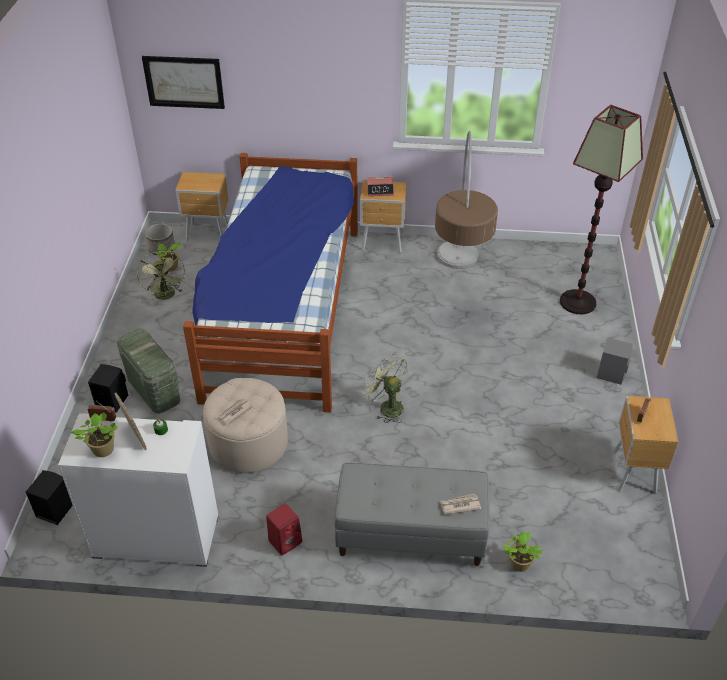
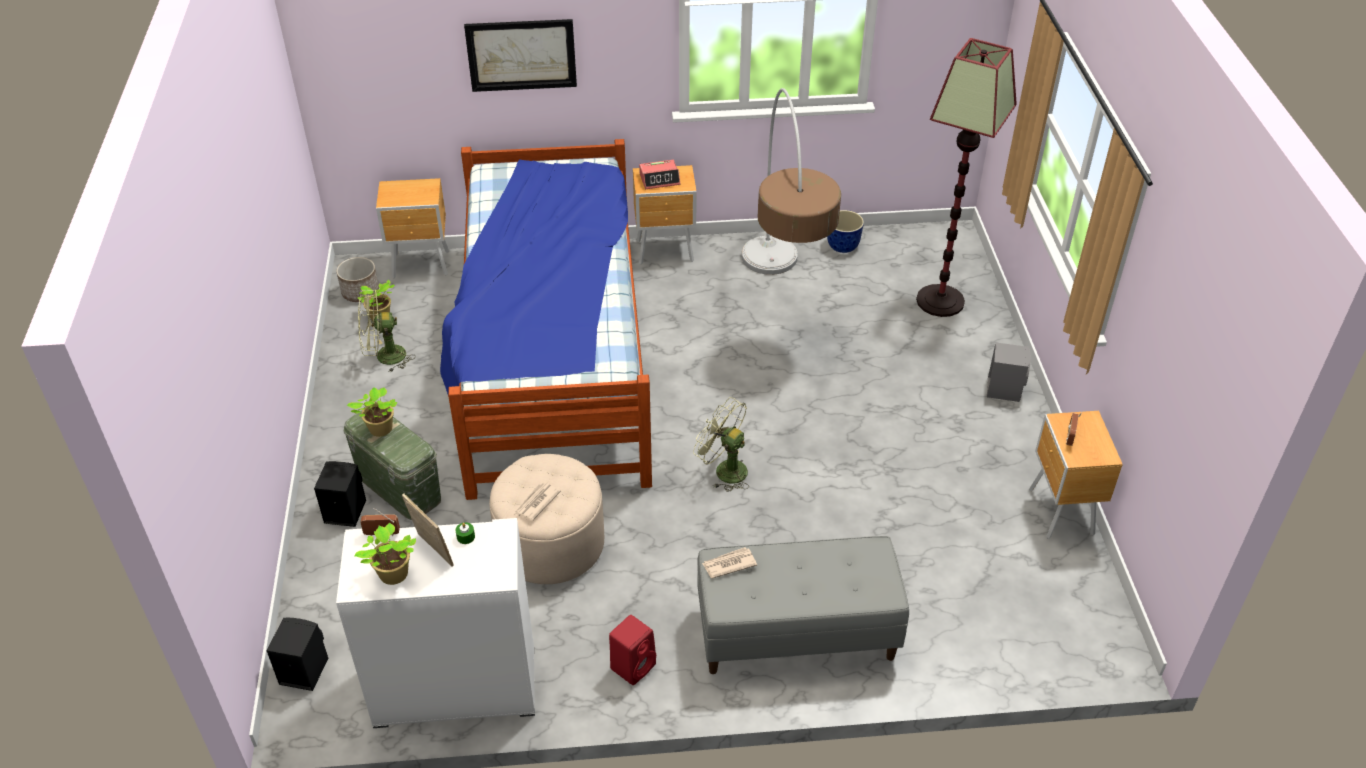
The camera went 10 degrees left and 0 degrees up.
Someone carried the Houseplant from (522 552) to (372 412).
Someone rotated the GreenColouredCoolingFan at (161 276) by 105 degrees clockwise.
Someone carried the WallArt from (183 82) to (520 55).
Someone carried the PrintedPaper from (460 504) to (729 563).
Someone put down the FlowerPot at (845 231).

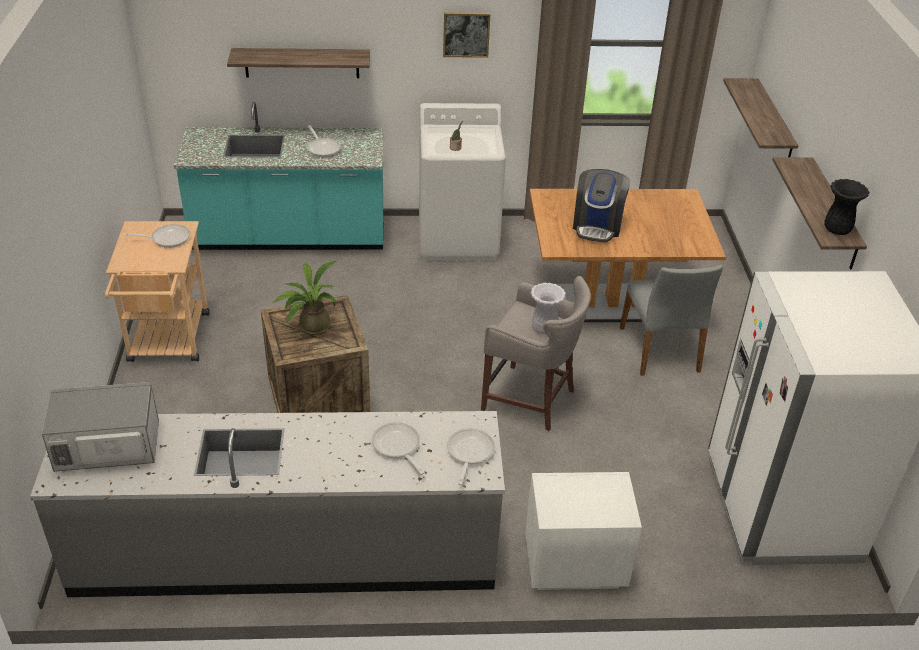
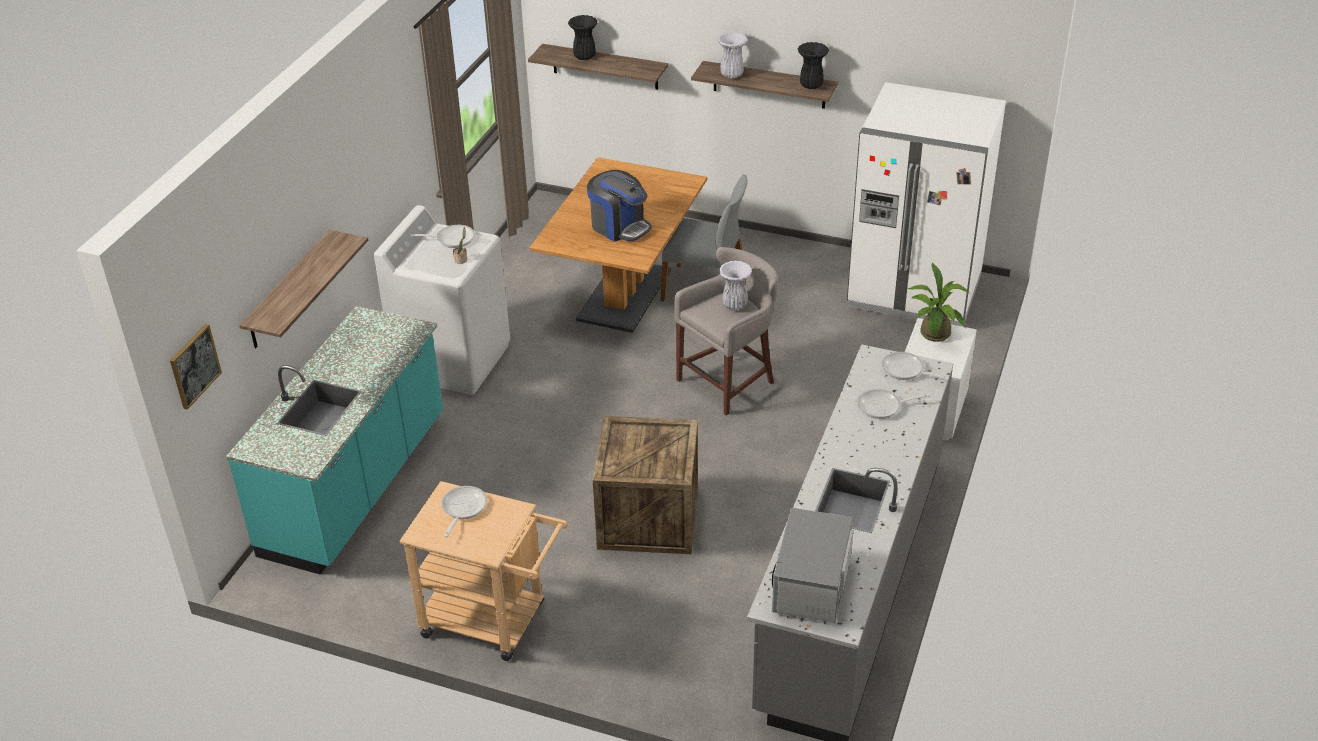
The camera went 65 degrees left and 0 degrees up.
Someone carried the WallArt from (466 35) to (196 367).
Someone carried the Pan from (324 141) to (442 236).
Someone put down the BlackVase at (583 37).
Someone put down the WhitishVase at (732 55).
Someone carried the Houseplant from (304 298) to (939 302).

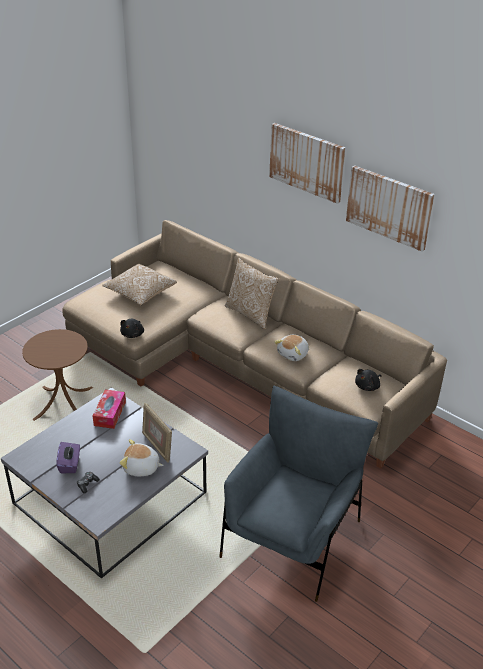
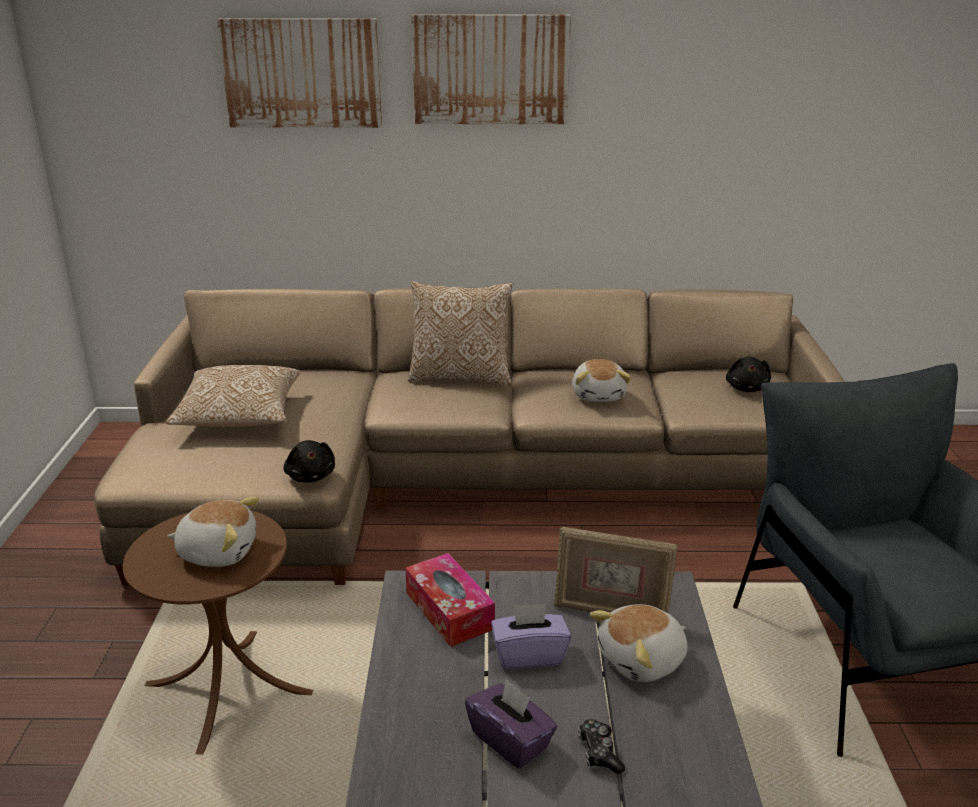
The camera went 40 degrees left and 10 degrees down.
Someone put down the CuddlyToy at (213 532).
Someone carried the WallArt from (390 208) to (299 73).
Someone put down the PurpleColouredBoxOfTissues at (531 636).

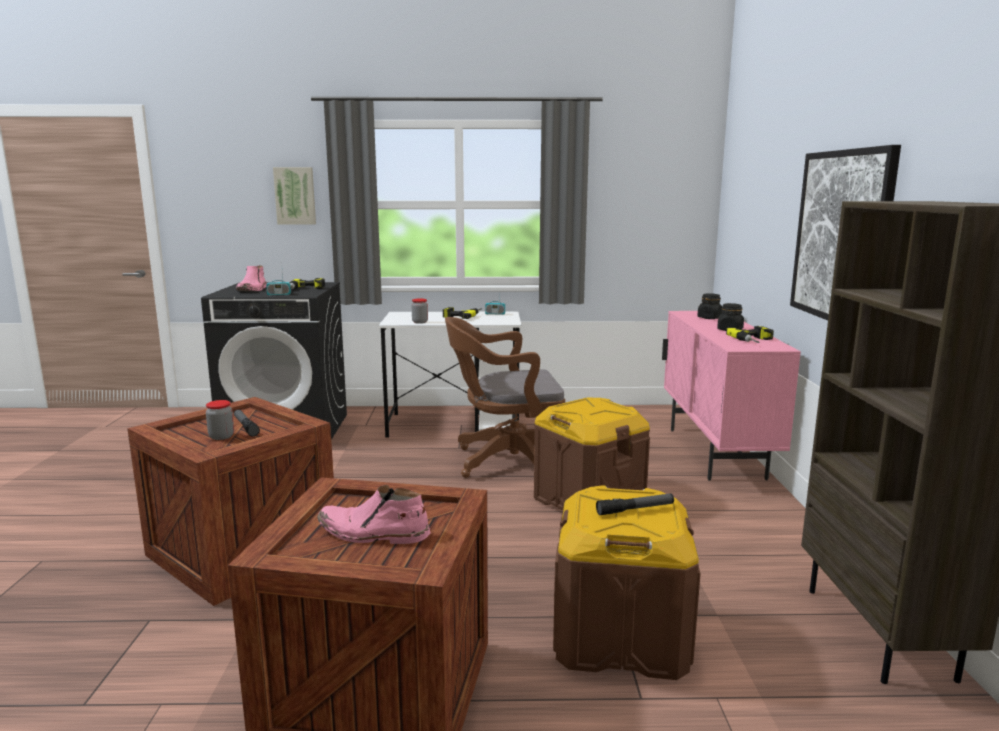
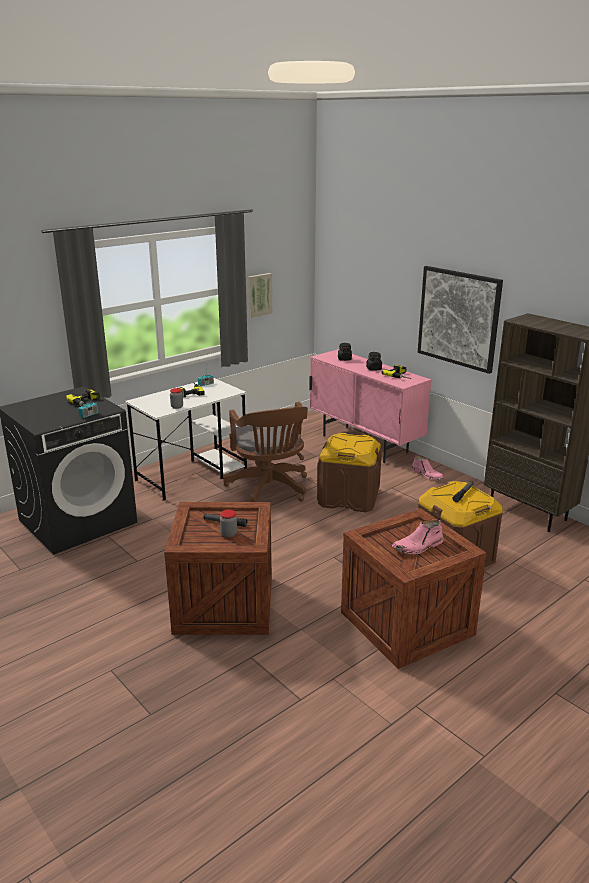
The camera went 40 degrees left and 10 degrees up.
Someone rotated the BrownColouredDeskChair at (505 397) by 60 degrees counterclockwise.
Someone carried the WallArt from (294 196) to (260 295).
Someone carried the PinkBoot from (251 278) to (427 467).

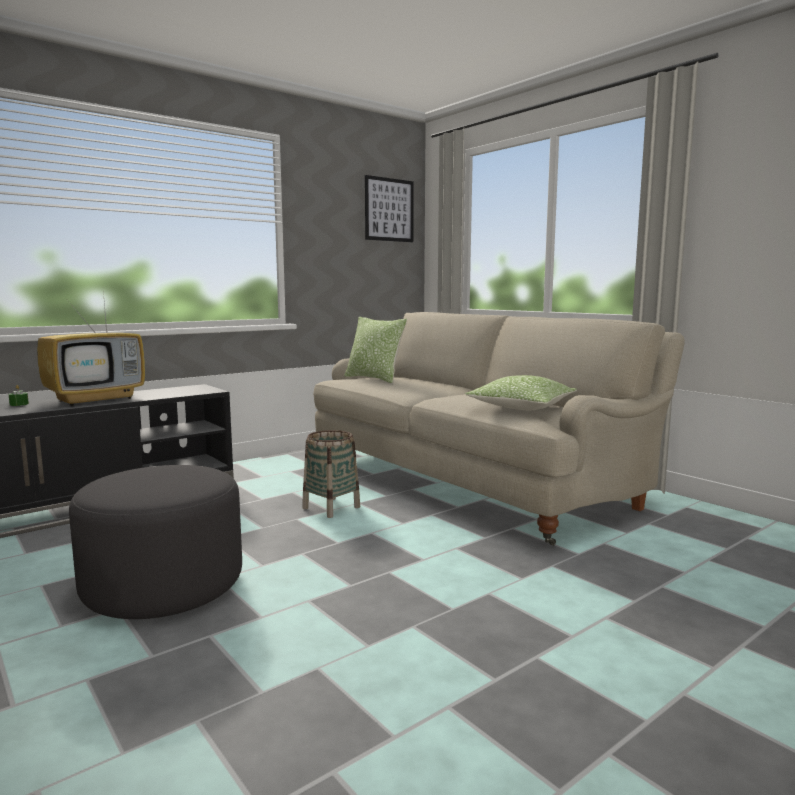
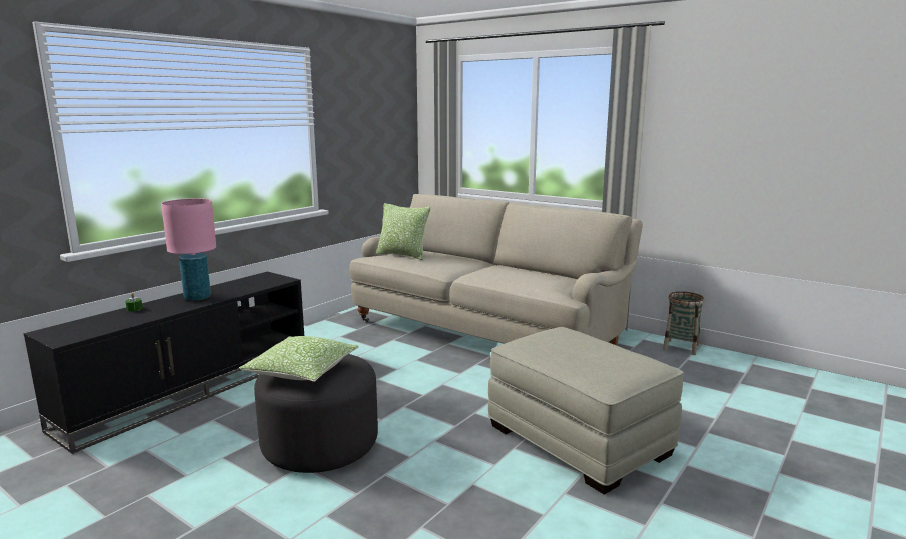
The camera went 15 degrees left and 5 degrees up.
Someone swapped the TvSet at (91 348) for the PinkLampForATable at (188 249).
Someone carried the Cushion from (521 392) to (299 359).
Someone put down the BeigeColouredFootrest at (586 411).
Someone carried the StorageBasket from (331 474) to (683 323).
Someone took away the WallArt at (389 208).

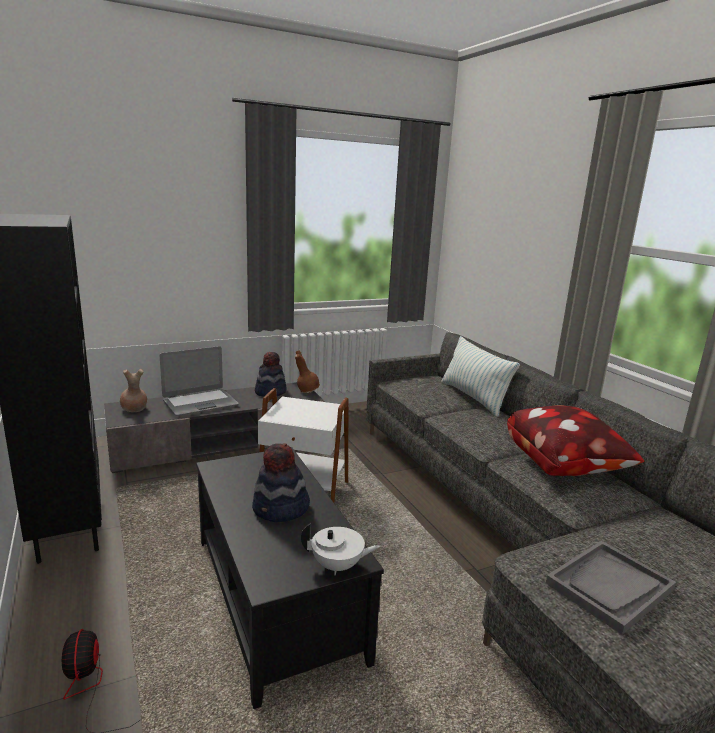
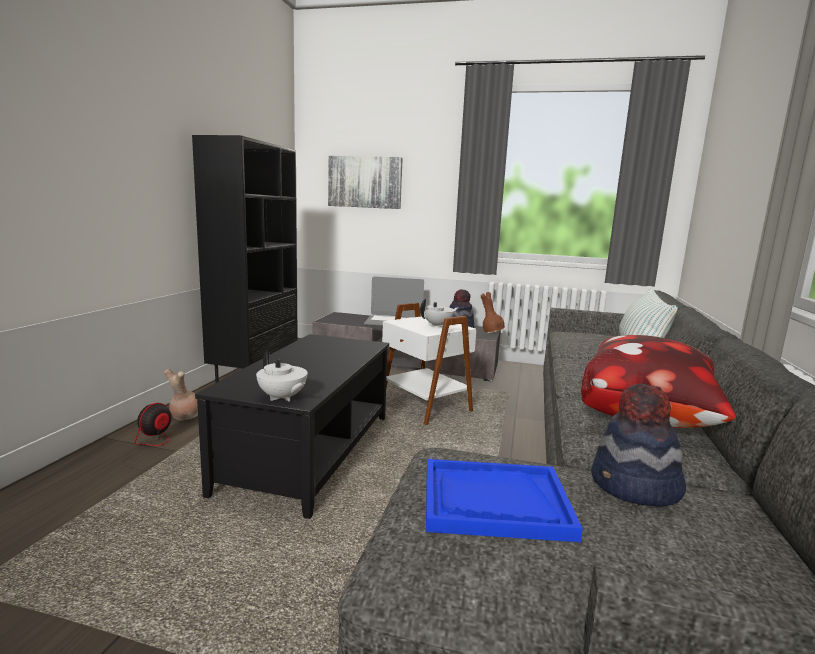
The camera went 40 degrees right and 5 degrees down.
Someone carried the BrownColouredVase from (133 390) to (181 394).
Someone put up the WallArt at (365 182).
Someone put down the WhitishPotForTea at (439 313).
Someone repainted the GrayTray at (611 587), which became the BluishTray at (504 500).
Someone carried the ClothingHat from (281 482) to (638 445).

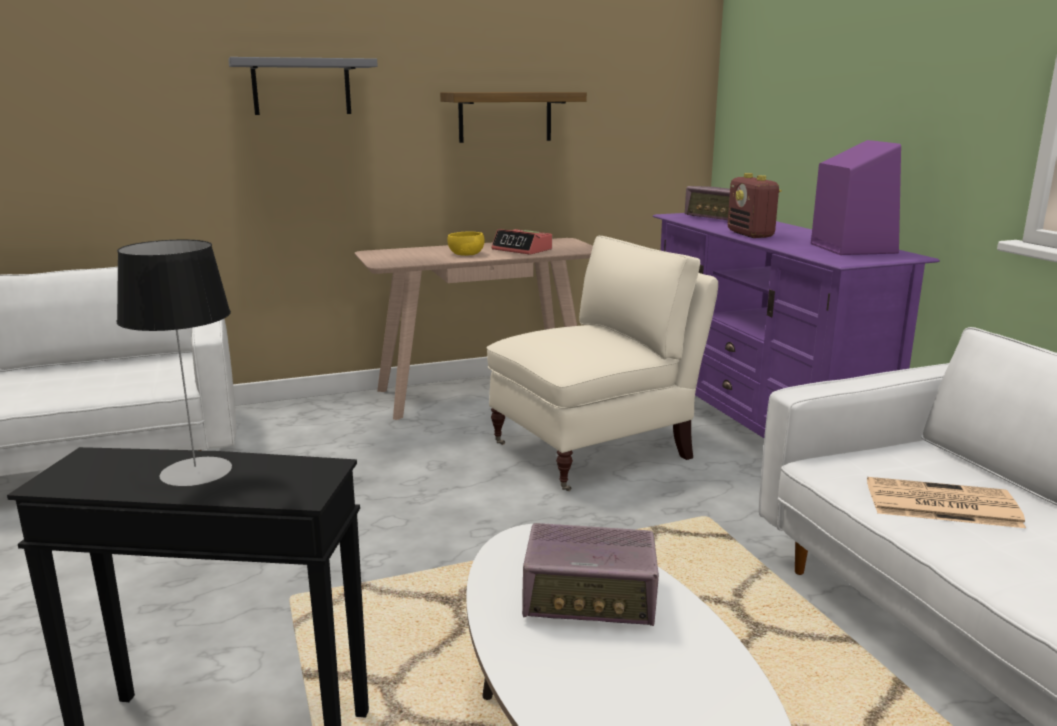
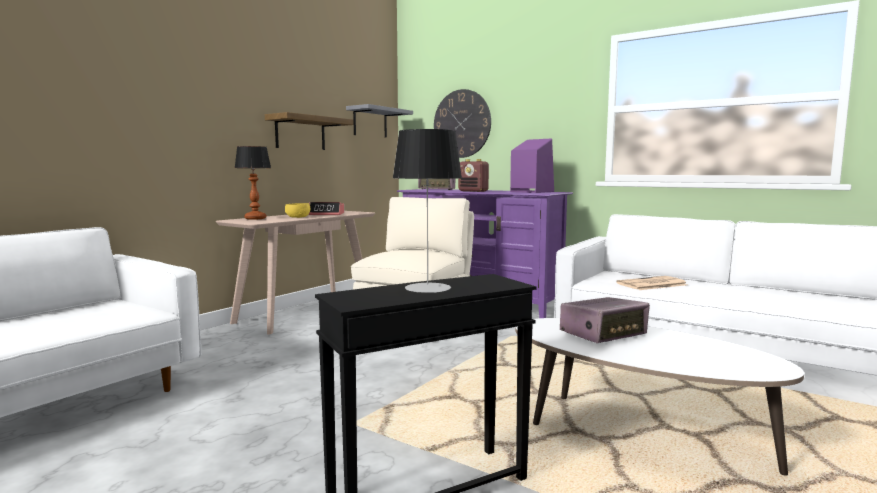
The camera went 35 degrees left and 10 degrees down.
Someone put down the LampForATable at (253 183).
Someone carried the GrayWallShelf from (303 86) to (379 121).
Someone put up the HangingClock at (462 123).

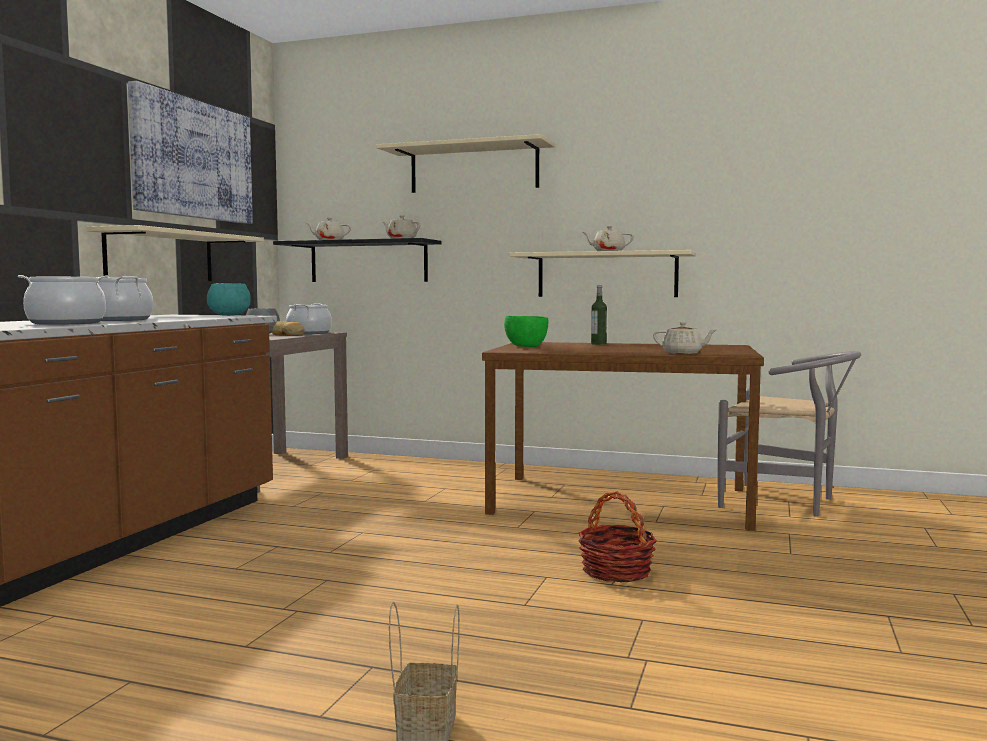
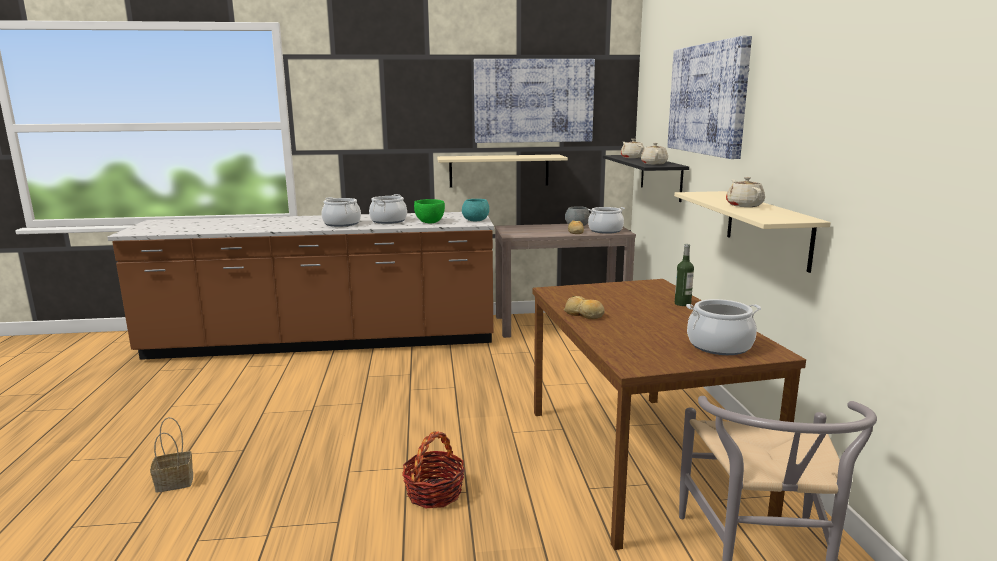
The camera went 65 degrees right and 10 degrees up.
Someone carried the GreenColouredBowl from (526 331) to (429 211).
Someone put down the BakedBread at (584 307).
Someone swapped the BeigeColouredWallShelf at (465 163) for the WallArt at (709 97).
Someone put down the Stockpot at (723 327).
Someone took away the BeigeColouredPotForTea at (685 338).

